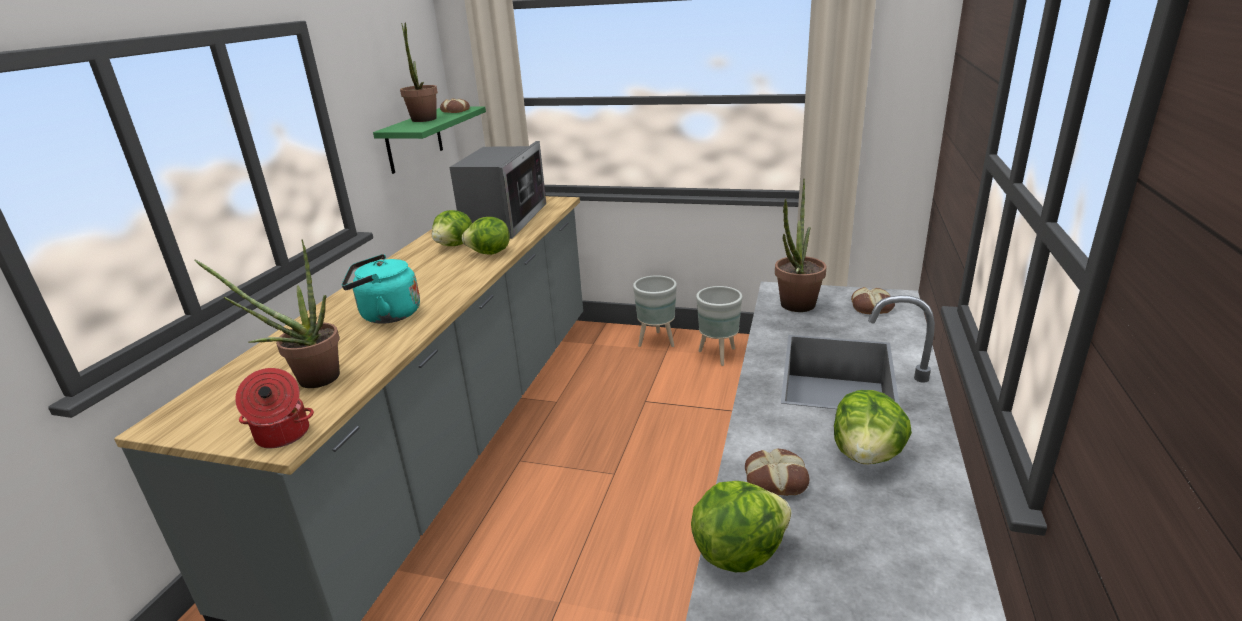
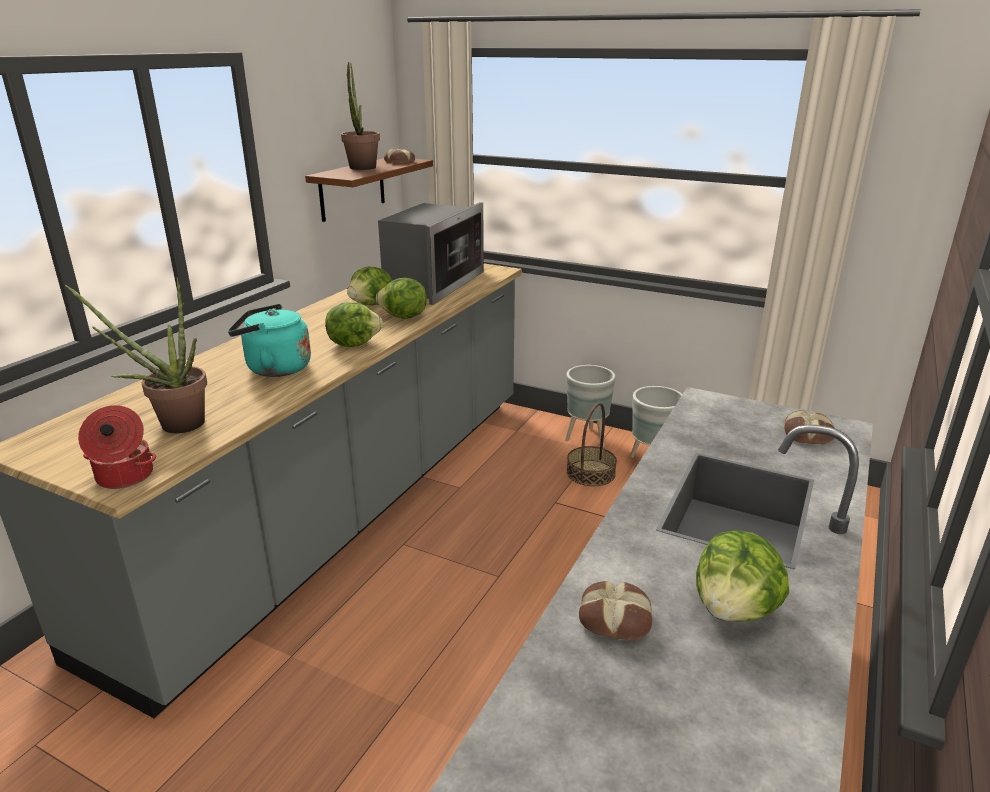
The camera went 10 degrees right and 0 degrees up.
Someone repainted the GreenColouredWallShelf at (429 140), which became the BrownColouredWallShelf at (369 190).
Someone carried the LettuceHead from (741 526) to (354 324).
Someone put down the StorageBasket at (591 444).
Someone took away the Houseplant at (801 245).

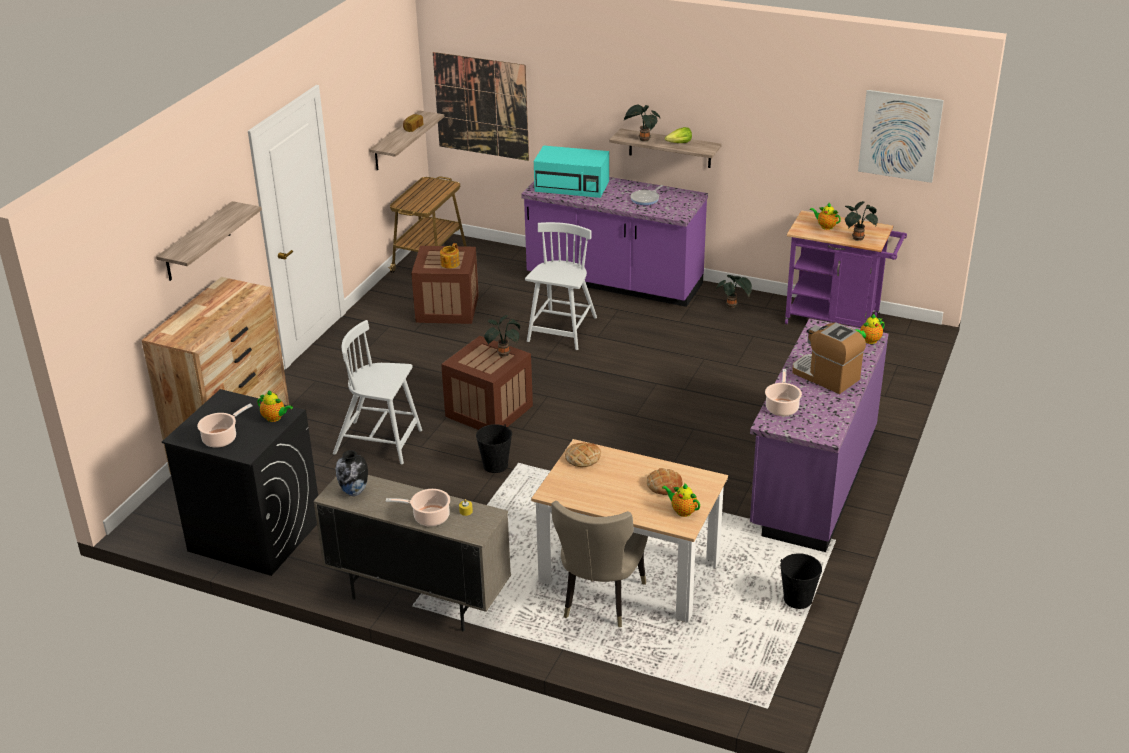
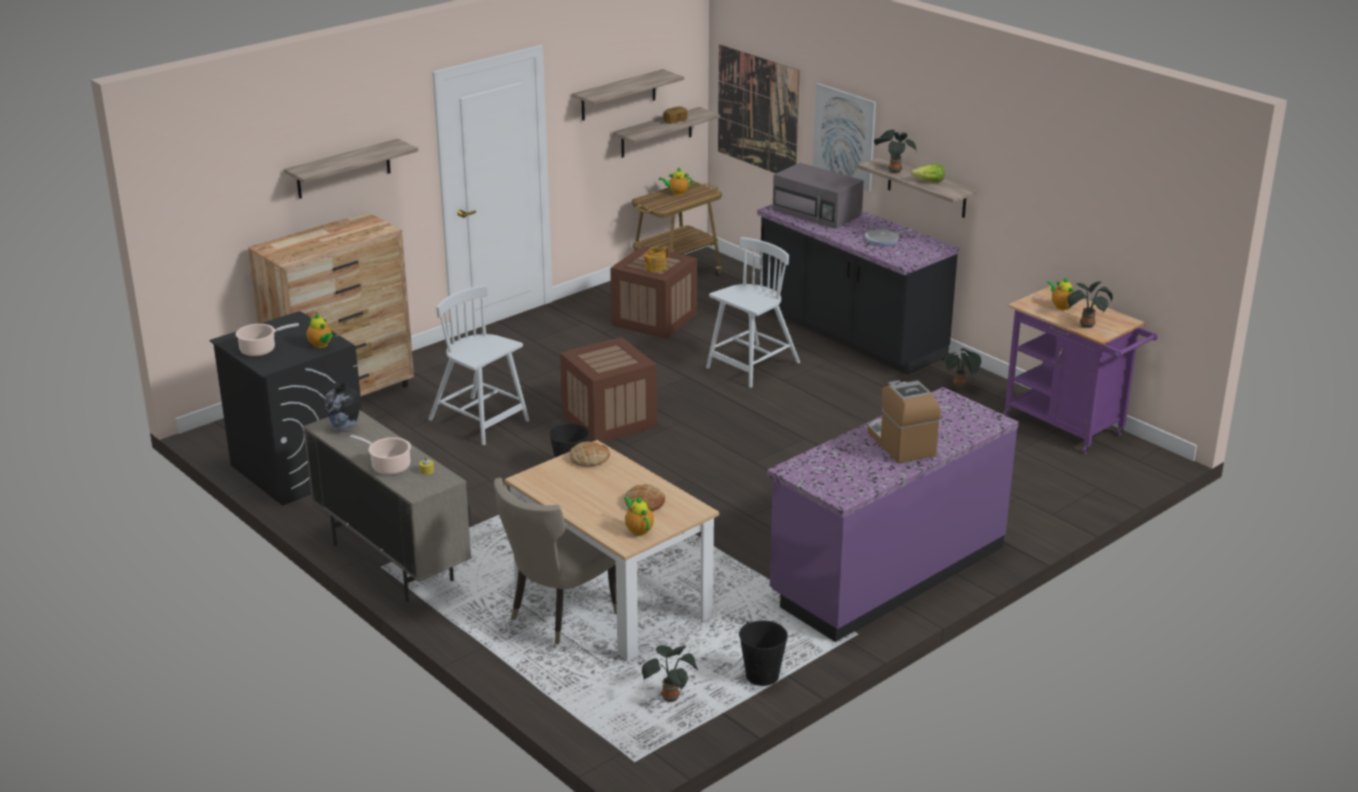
The camera went 25 degrees right and 5 degrees down.
Someone put up the WallShelf at (628 95).
Someone carried the Houseplant from (502 336) to (670 673).
Someone carried the PotForTea from (870 329) to (676 181).
Someone repainted the PurpleColouredKitchenBaseUnit at (614 242), which became the BlackKitchenBaseUnit at (858 289).
Someone repainted the TurquoiseKitchenMicrowave at (571 171), which became the GrayKitchenMicrowave at (818 196).
Someone carried the WallArt from (901 136) to (844 137).
Someone took away the Stockpot at (783 392).

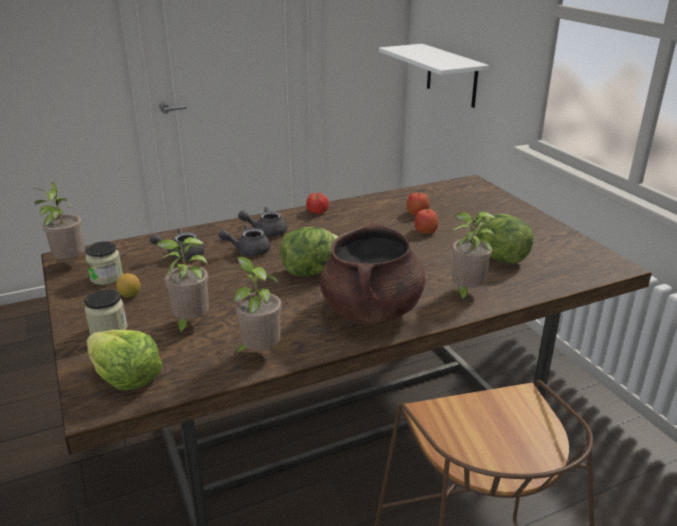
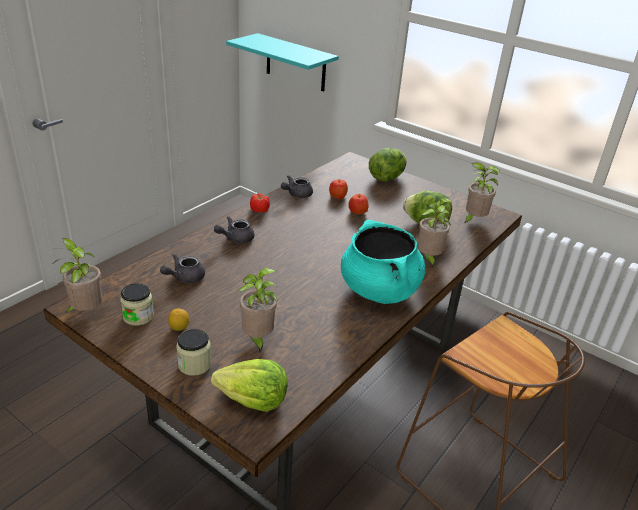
The camera went 30 degrees left and 5 degrees up.
Someone repainted the WhitishWallShelf at (434 76), which became the TurquoiseWallShelf at (282 62).
Someone carried the GrayPotForTea from (244 240) to (297 186).
Someone repainted the BrownColouredStockpot at (372 272), which became the TurquoiseStockpot at (383 262).
Someone carried the LettuceHead from (309 251) to (388 164).
Someone carried the Houseplant from (252 306) to (482 192).

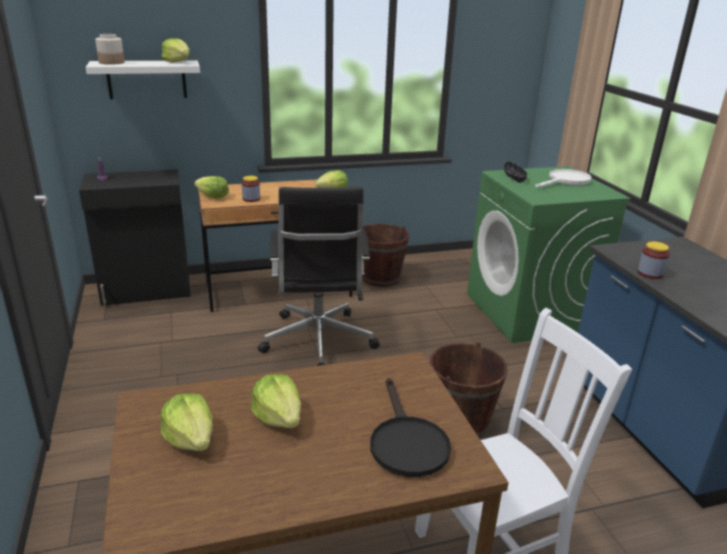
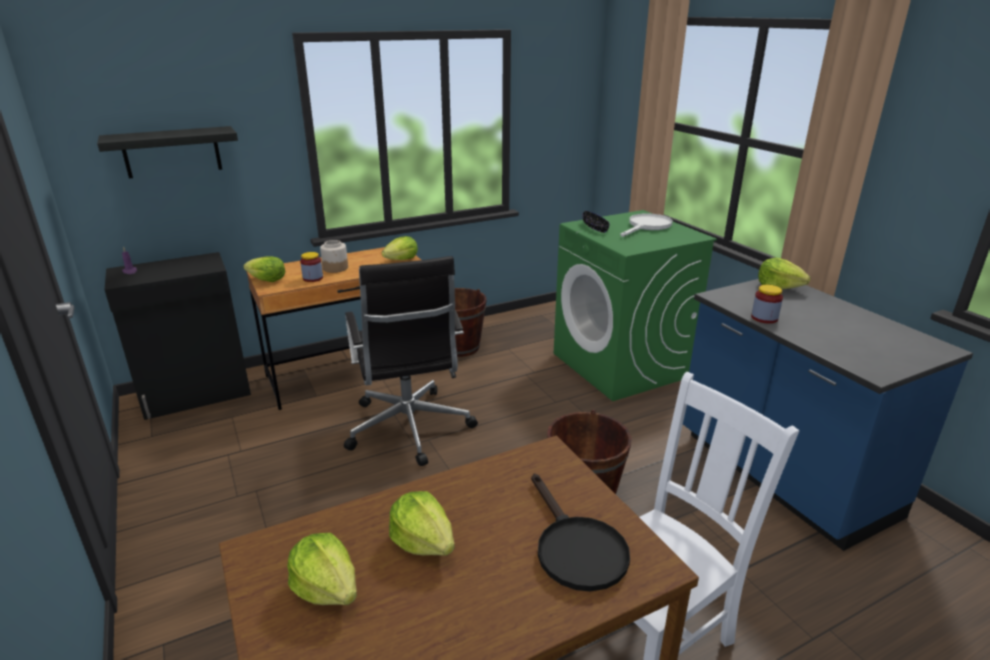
The camera went 10 degrees left and 0 degrees up.
Someone repainted the WhitishWallShelf at (143 79), which became the BlackWallShelf at (167 152).
Someone carried the StorageJar from (110 49) to (334 256).
Someone carried the LettuceHead from (176 50) to (784 273).

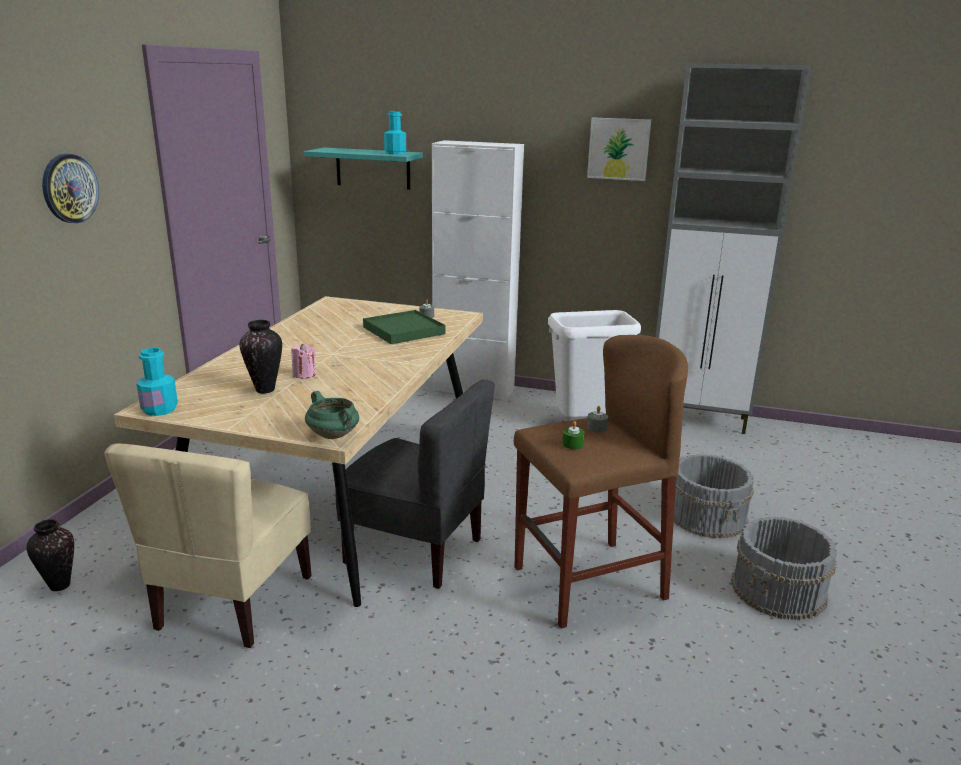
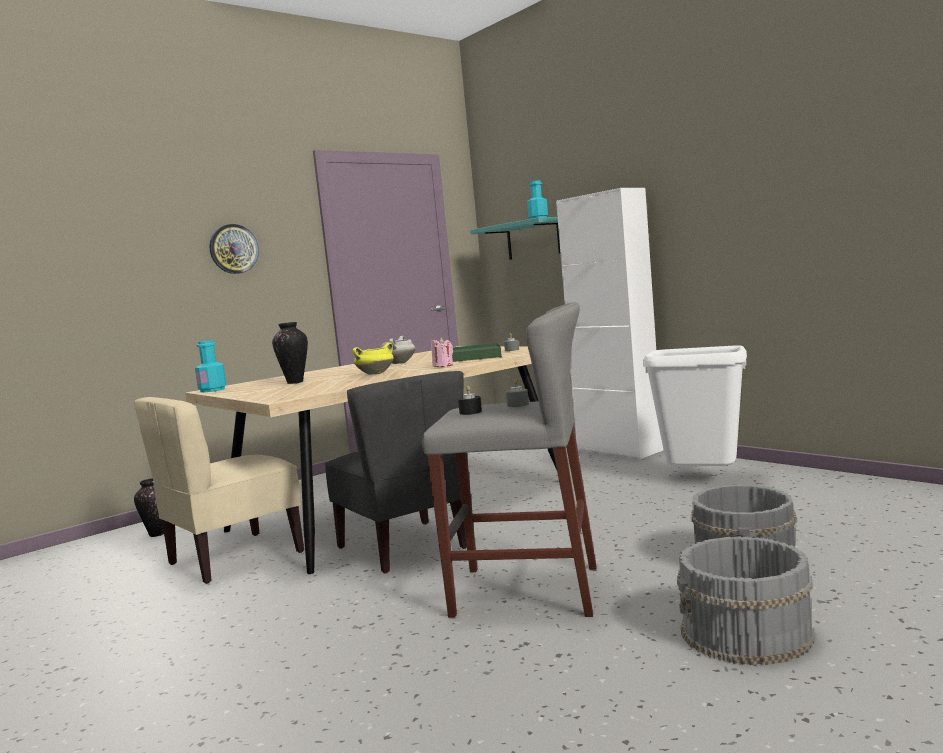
The camera went 35 degrees right and 15 degrees down.
Someone put down the YellowColouredStockpot at (373 359).
Someone put down the WhitishStockpot at (398 350).
Someone repainted the BrownColouredStool at (601 482), which became the GrayStool at (509 460).
Someone carried the PinkWaxCandle from (303 361) to (442 352).
Someone repainted the GreenColouredWaxCandle at (573 435), which became the BlackWaxCandle at (470 400).
Someone took away the GreenColouredStockpot at (332 415).
Someone took away the WallArt at (619 149).
Someone took away the GrayCabinet at (734 248).

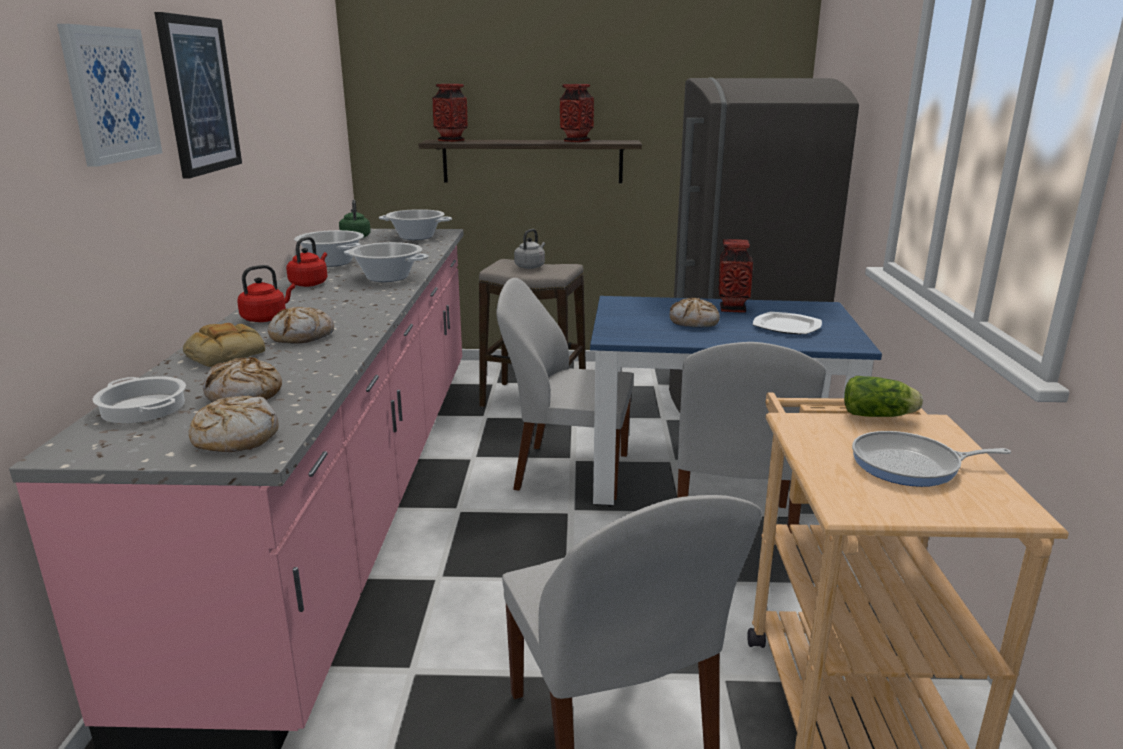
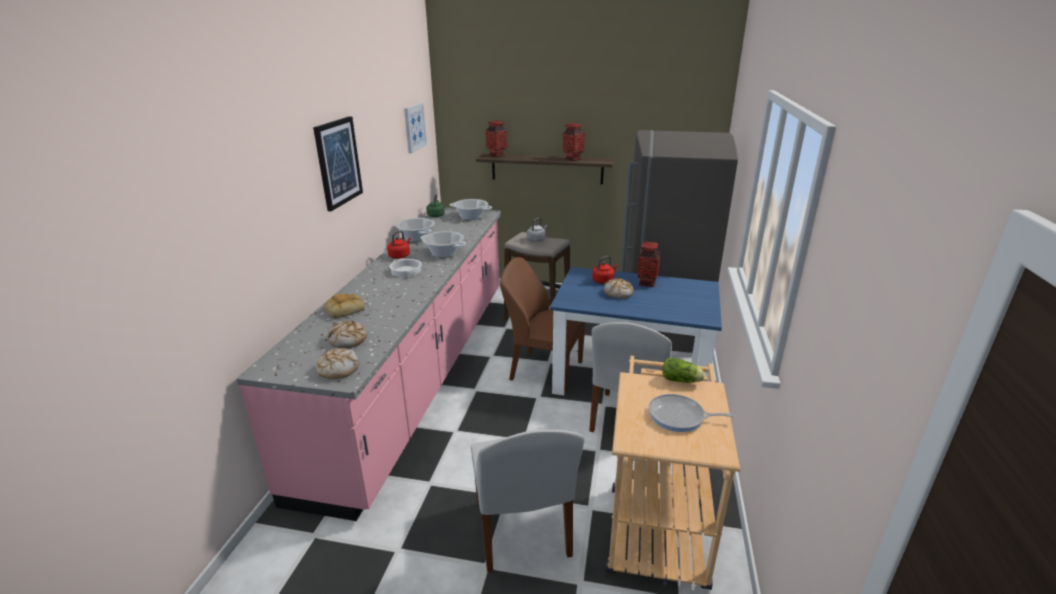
The camera went 10 degrees right and 5 degrees up.
Someone carried the Stockpot from (139 399) to (405 268).
Someone carried the WallArt from (109 95) to (415 128).
Someone repainted the WhitishChair at (564 389), which became the BrownColouredChair at (543 324).
Someone carried the RedTeaKettle from (266 293) to (605 270).
Someone took away the BakedBread at (301 325).
Someone took away the Plate at (787 323).

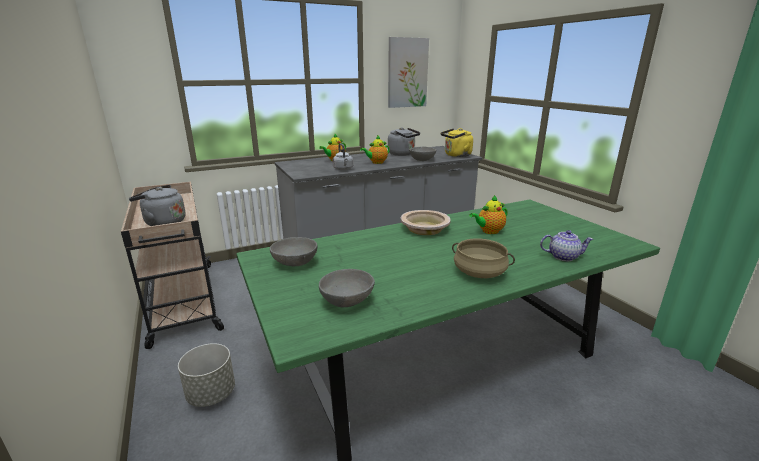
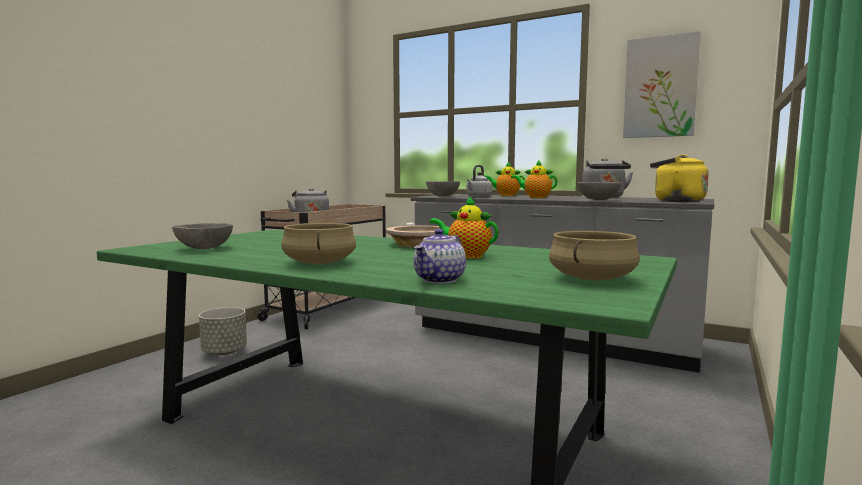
The camera went 55 degrees right and 15 degrees down.
Someone rotated the PotForTea at (567 245) by 60 degrees clockwise.
Someone carried the GrayBowl from (294 251) to (443 188).
Someone put down the BeigeColouredStockpot at (594 255).

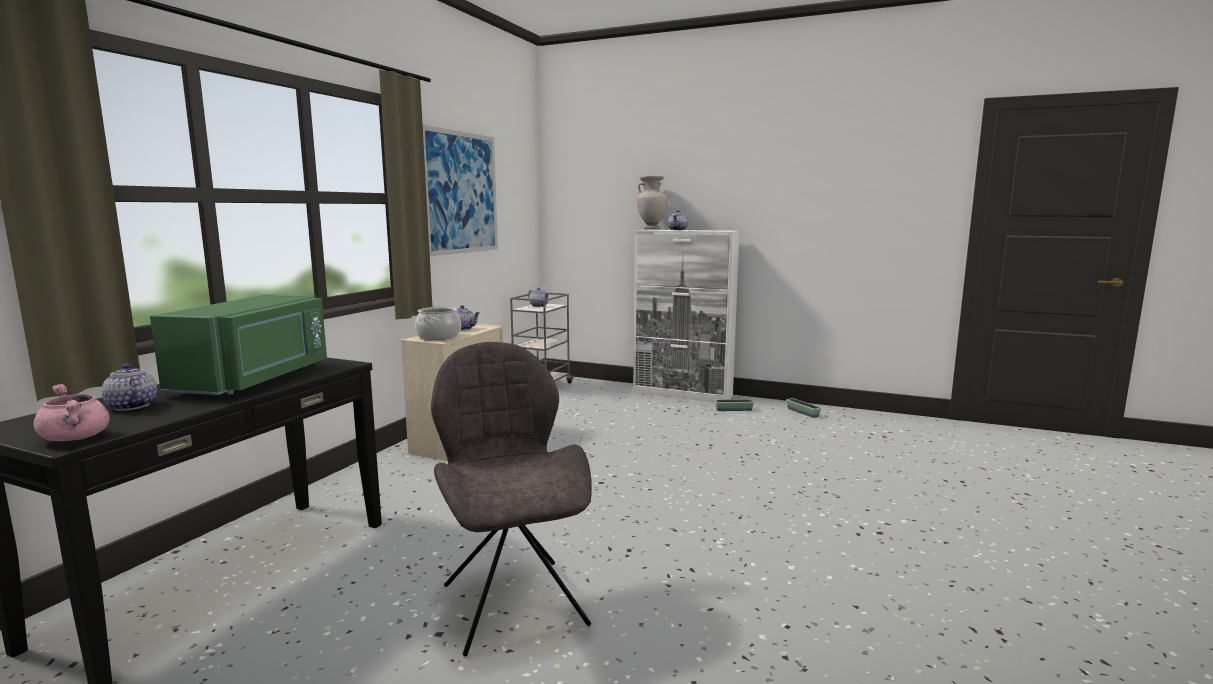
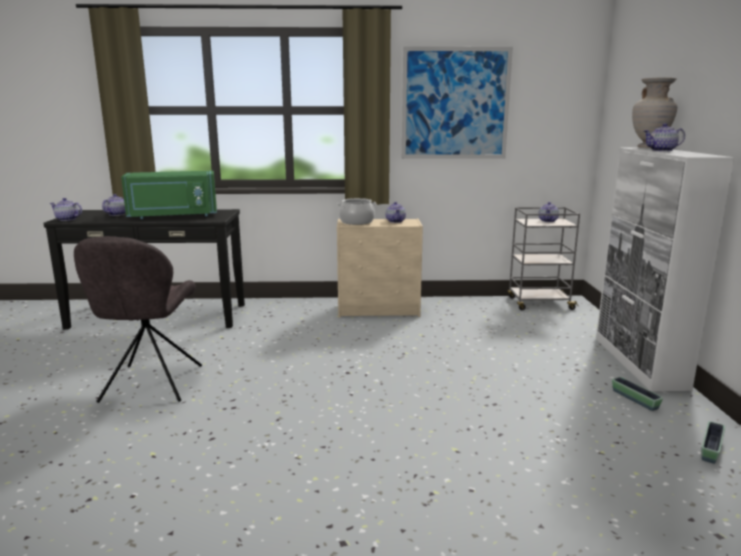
The camera went 65 degrees right and 5 degrees up.
Someone swapped the PinkStockpot at (72 412) for the PotForTea at (66 209).
Someone rotated the GrayChair at (511 499) by 135 degrees clockwise.

